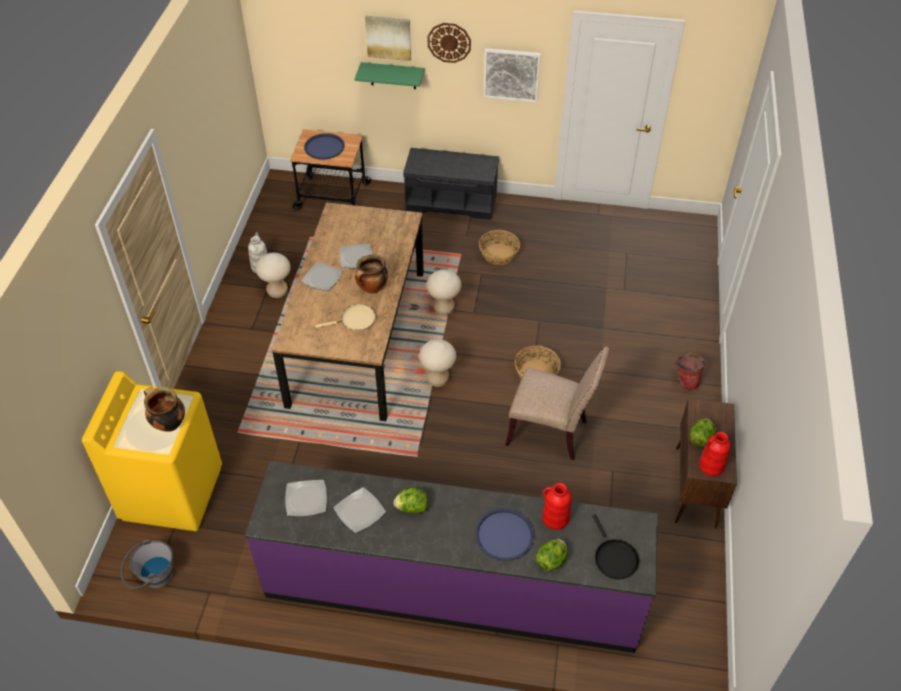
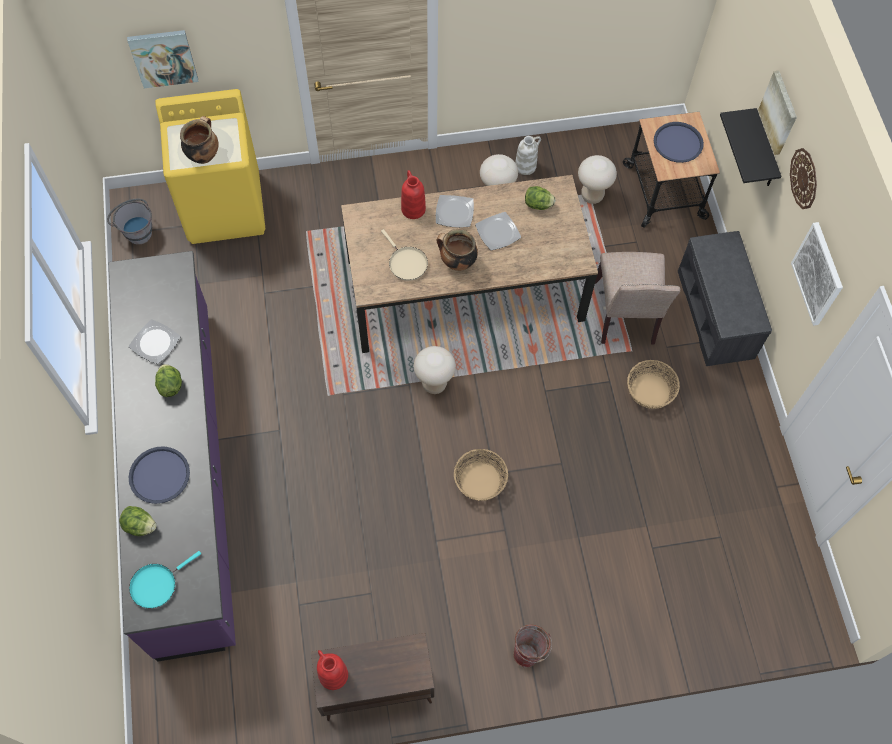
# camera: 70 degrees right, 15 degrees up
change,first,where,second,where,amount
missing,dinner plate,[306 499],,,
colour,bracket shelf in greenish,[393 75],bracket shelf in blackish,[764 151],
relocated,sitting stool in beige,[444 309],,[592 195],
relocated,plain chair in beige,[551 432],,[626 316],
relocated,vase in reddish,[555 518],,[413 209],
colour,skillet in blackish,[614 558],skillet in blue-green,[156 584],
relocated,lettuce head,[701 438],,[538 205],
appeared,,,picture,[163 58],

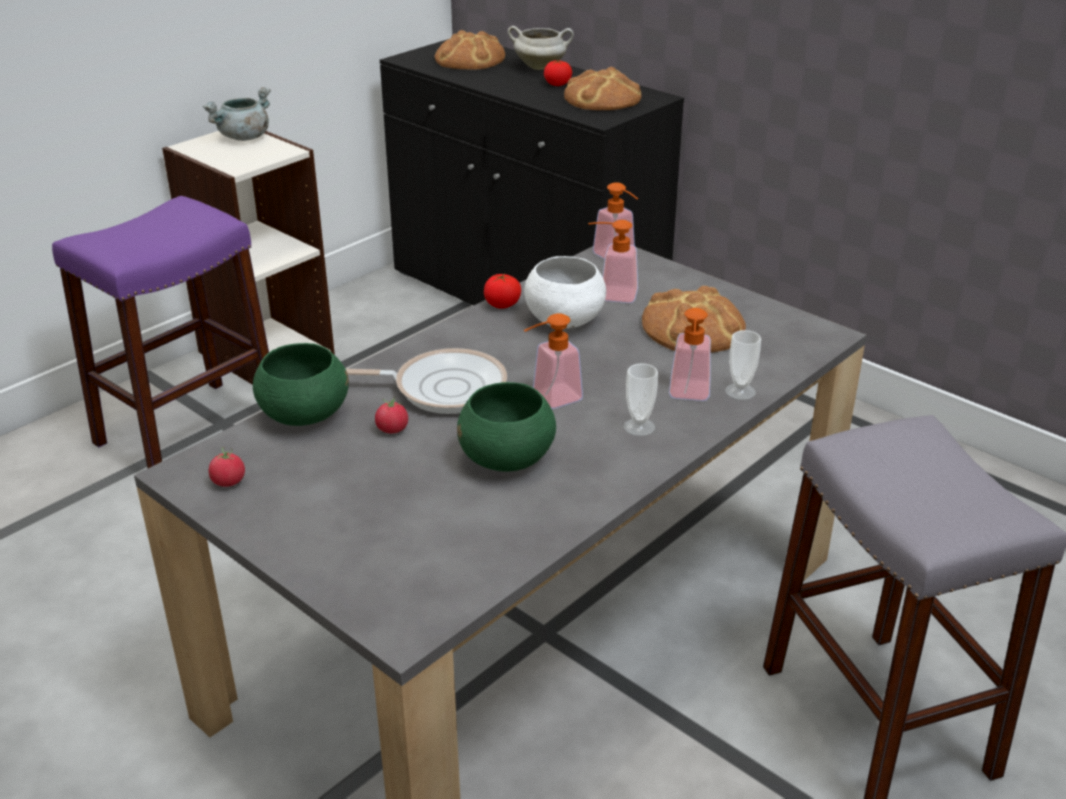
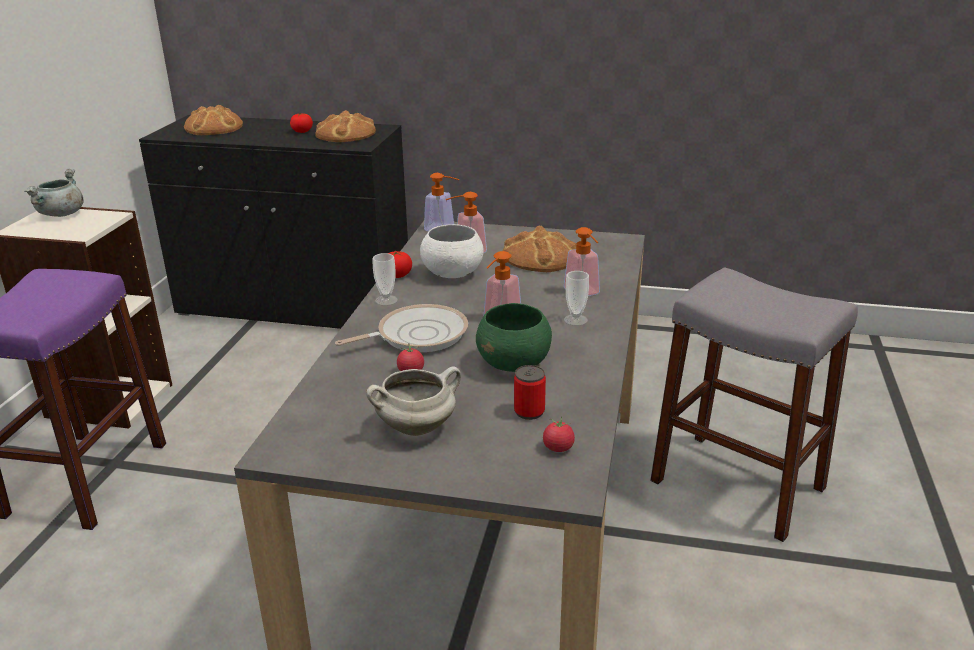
# camera: 30 degrees left, 5 degrees down
change,first,where,second,where,amount
relocated,fresh tomato,[228 482],,[558 448],
missing,serving bowl in greenish,[304 415],,,
relocated,stockpot in white,[541 67],,[417 427],
relocated,cup,[740 391],,[386 300],
appeared,,,can,[529 412],

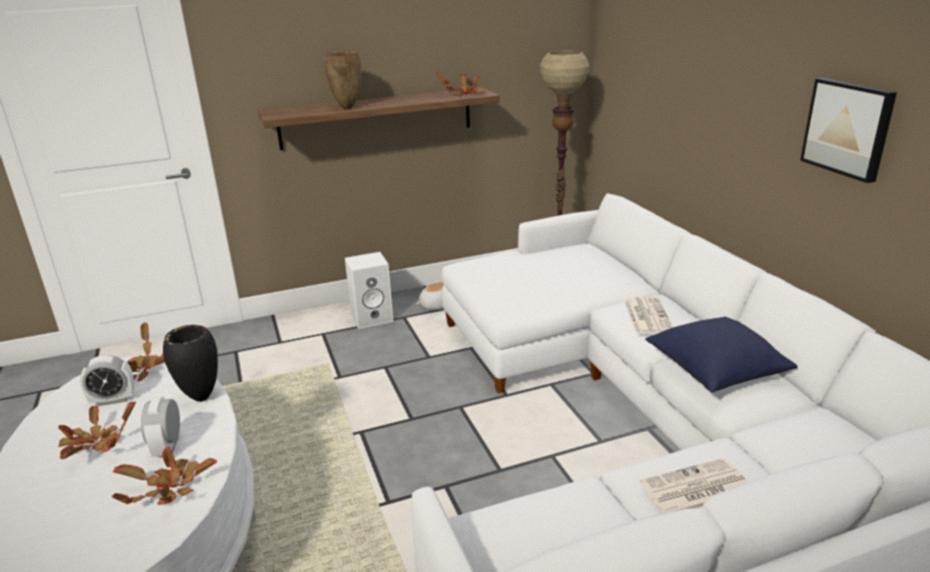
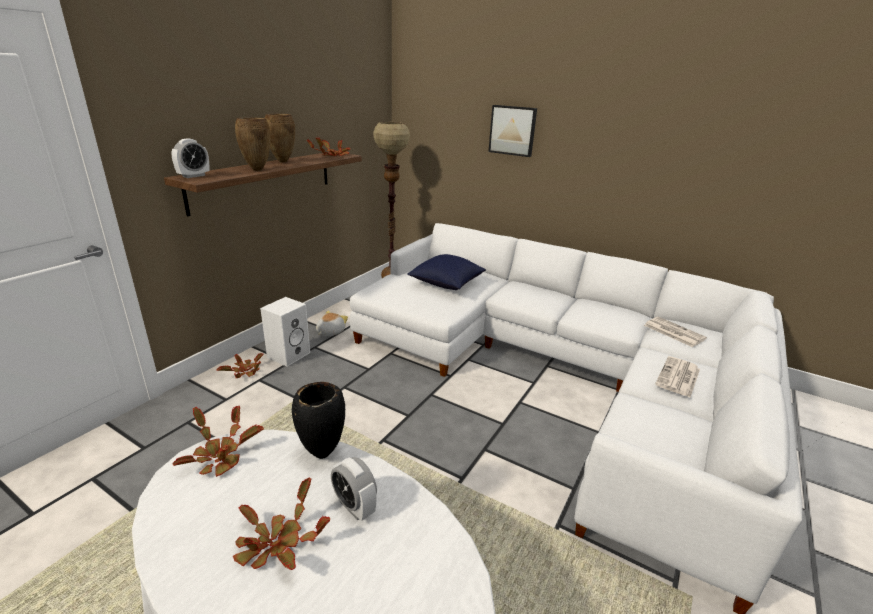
# camera: 40 degrees left, 0 degrees up
change,first,where,second,where,amount
relocated,bedside clock,[113 400],,[193 176],
relocated,houseplant,[169 489],,[245 372],
relocated,printed paper,[647 316],,[673 332],
relocated,pillow in blue-coloured,[715 371],,[446 283],
relocated,picture,[848 128],,[513 130],
appeared,,,vase in brown-coloured,[282 161],

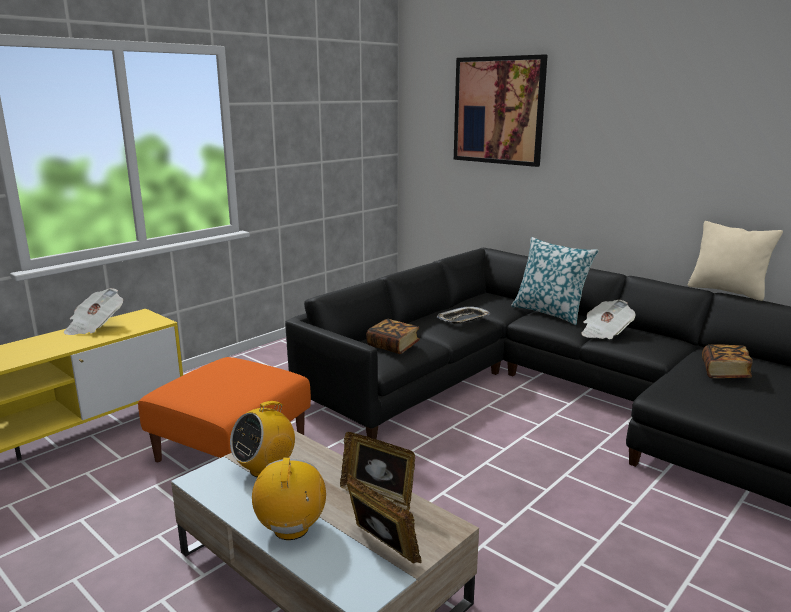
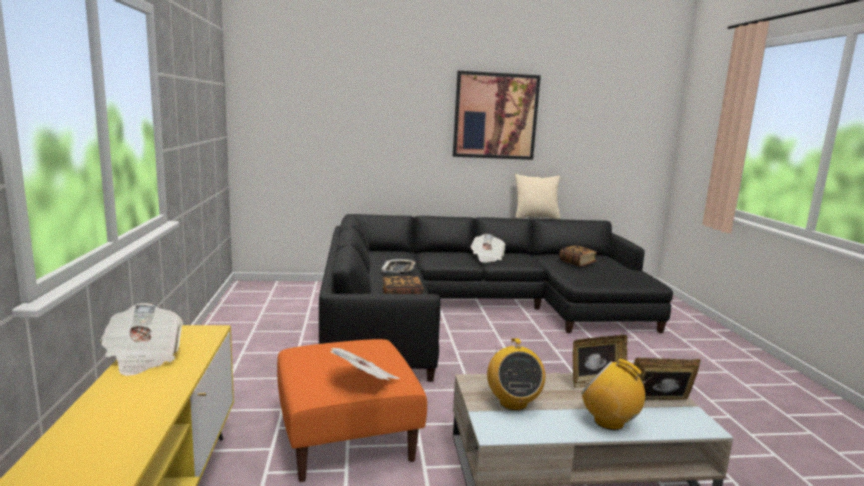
# camera: 50 degrees left, 5 degrees down
change,first,where,second,where,amount
relocated,picture,[498 110],,[495 116],
missing,pillow,[550 312],,,
appeared,,,printed paper,[364 381],

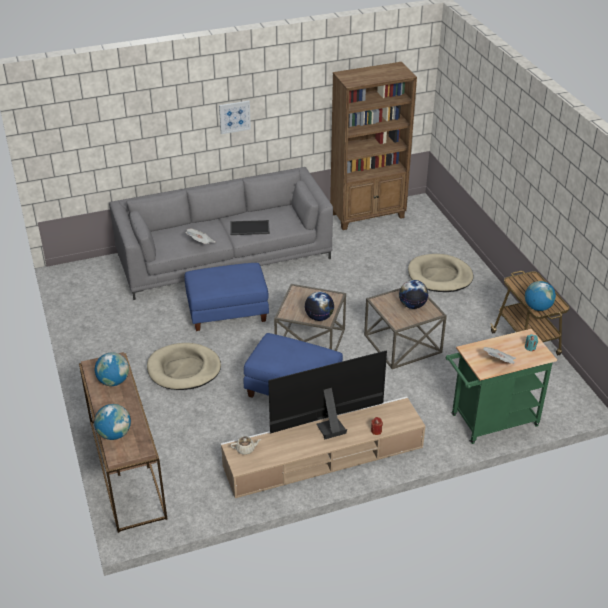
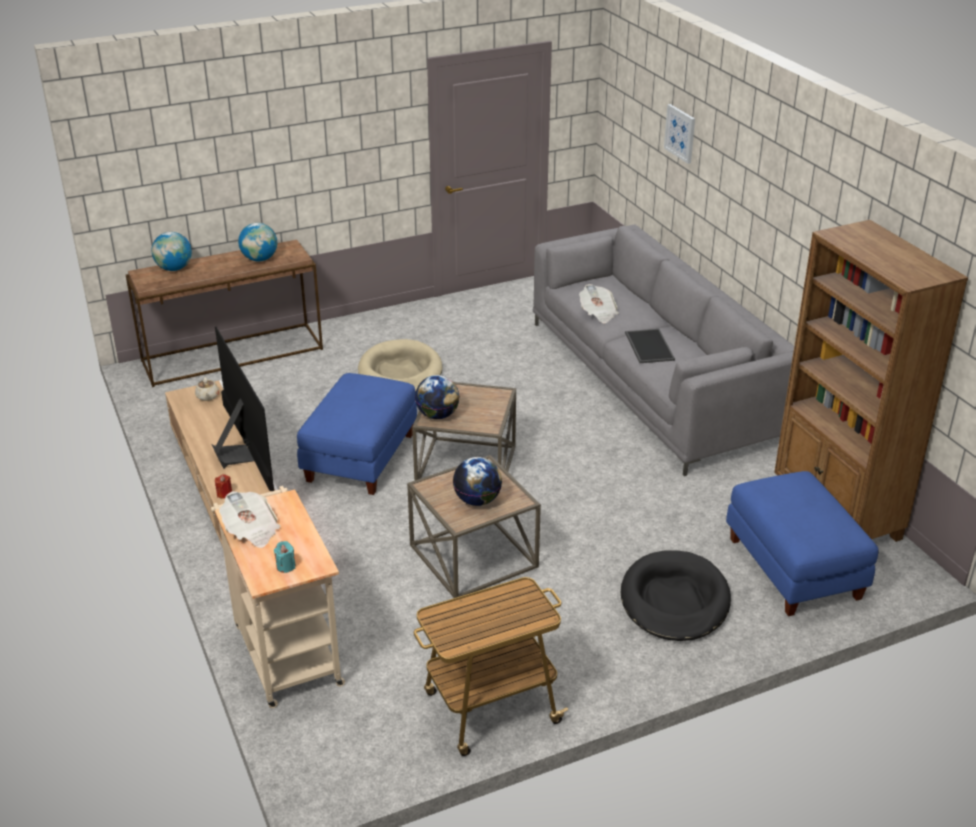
# camera: 85 degrees right, 5 degrees down
change,first,where,second,where,amount
relocated,pouffe in blue-coloured,[228 311],,[795 568],
relocated,picture,[234 116],,[680 133],
colour,pet bed in beige,[439 276],pet bed in blackish,[674 600],
colour,trolley in greenish,[489 422],trolley in beige,[285 650],
missing,globe,[537 307],,,

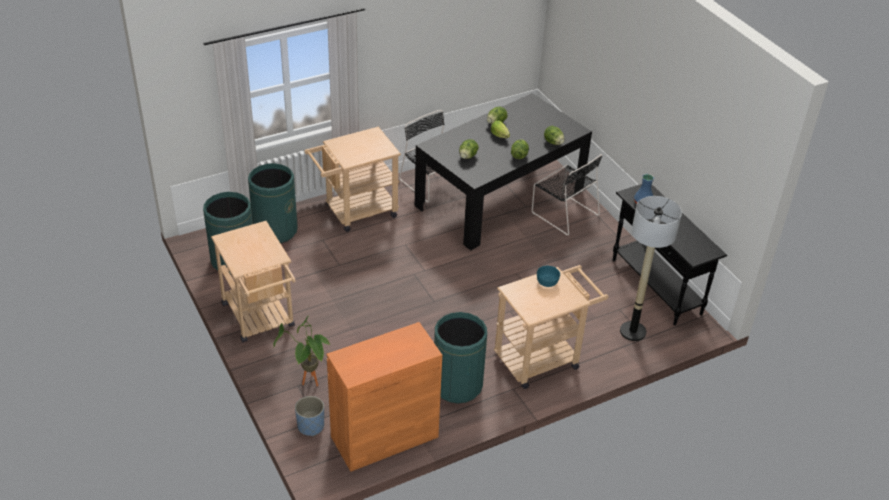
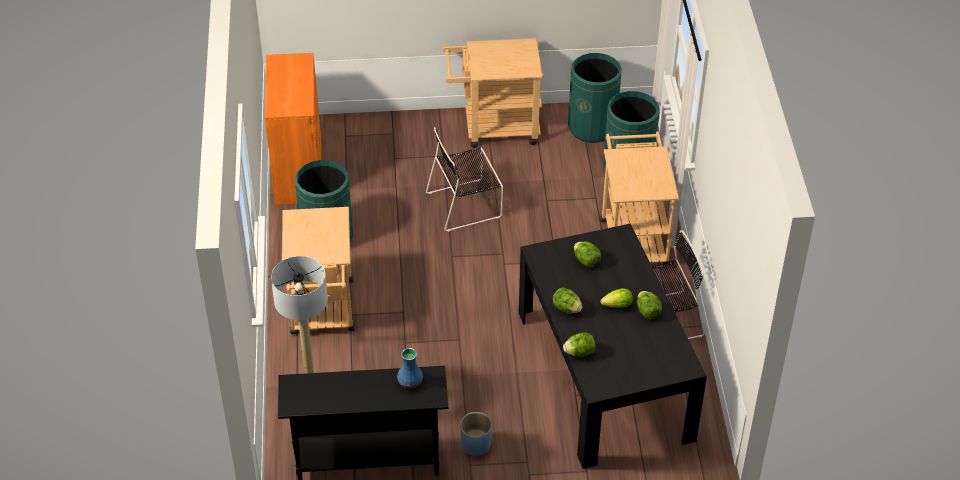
# camera: 115 degrees right, 5 degrees up
change,first,where,second,where,amount
missing,houseplant,[309 385],,,
relocated,plant pot in blue-coloured,[310 426],,[476 444],
relocated,plain chair in blackish,[563 213],,[466 204],
missing,serving bowl in blue-green,[547 281],,,

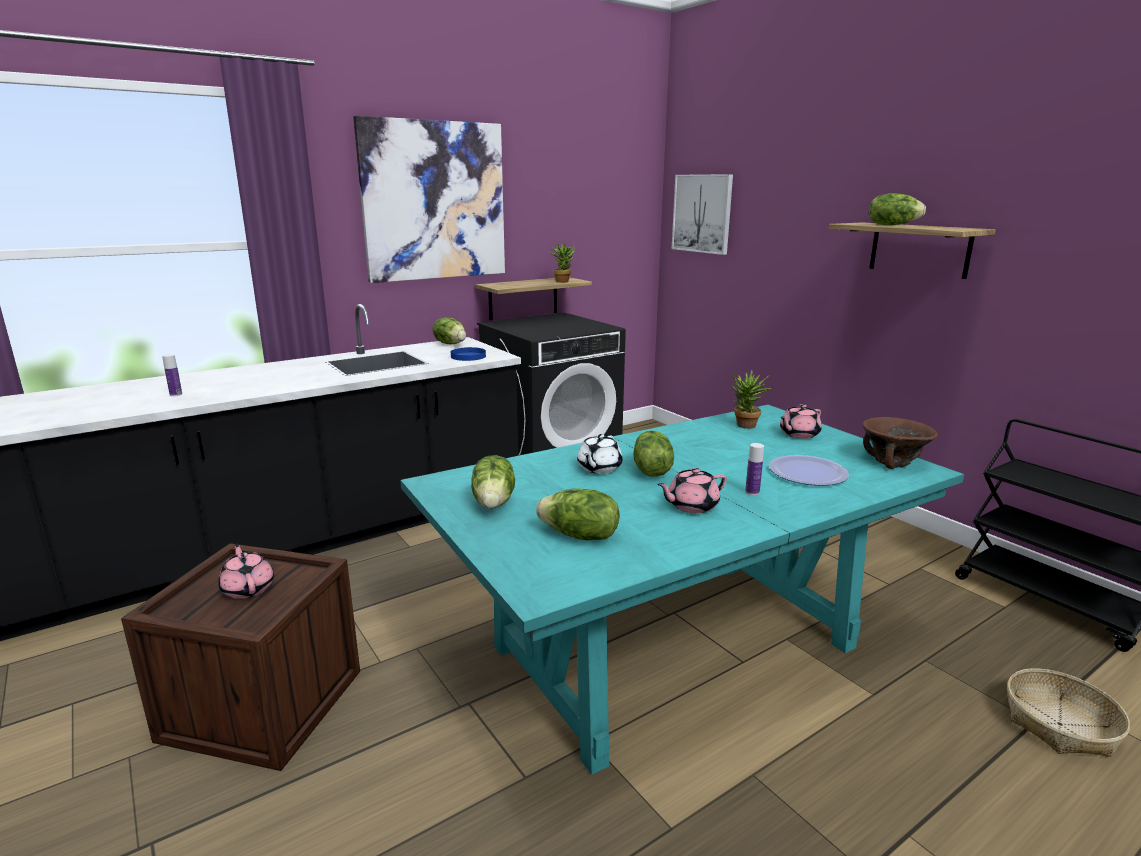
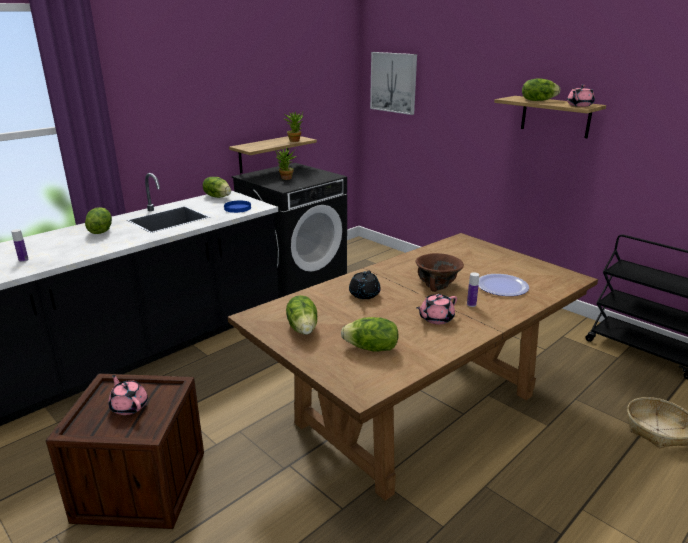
# camera: 10 degrees left, 5 degrees up
change,first,where,second,where,amount
missing,picture,[434 201],,,
colour,dinner table in blue-green,[673 648],dinner table in brown-coloured,[416 410],
colour,tea pot in white,[598 468],tea pot in blackish,[364 295],
relocated,lettuce head,[650 470],,[100 231],
relocated,houseplant,[746 427],,[286 179],
relocated,tea pot in pinkish,[798 434],,[579 105],
relocated,serving bowl in brown-coloured,[893 461],,[437 285],

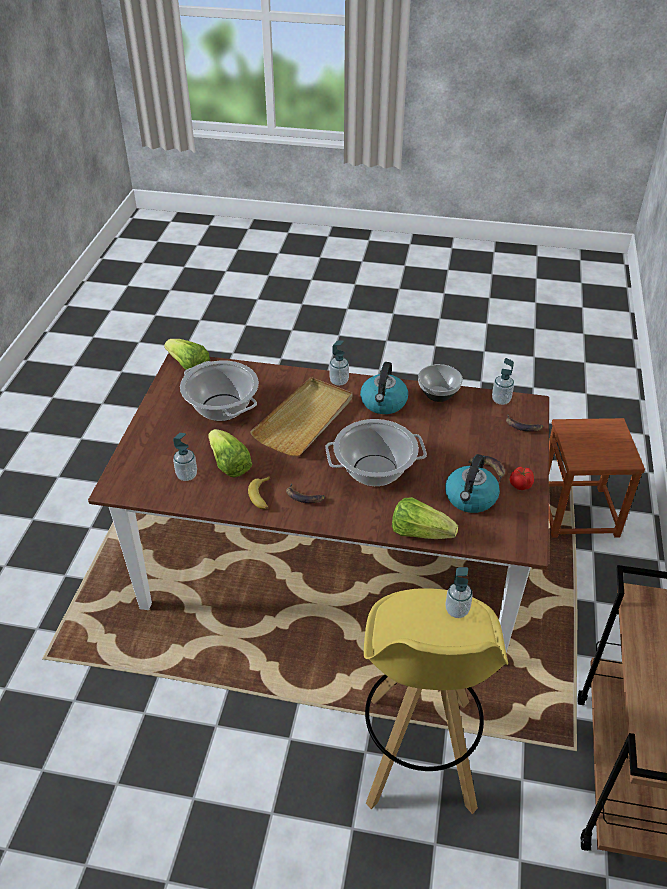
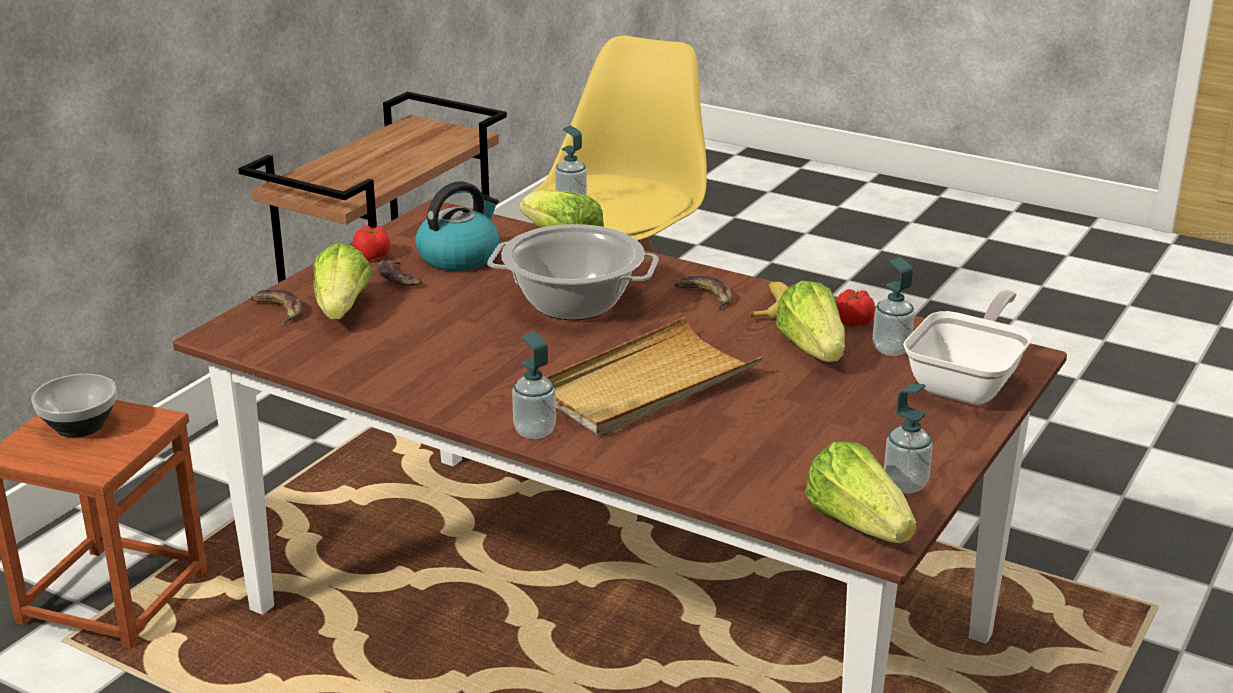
# camera: 160 degrees left, 15 degrees down
change,first,where,second,where,amount
missing,stockpot,[221 408],,,
missing,kettle,[383 403],,,
relocated,serving bowl,[439 394],,[79 426],
relocated,soap dispenser,[501 400],,[905 485],
appeared,,,lettuce head,[342 309],
appeared,,,fresh tomato,[853 322],
appeared,,,skillet,[968 383],

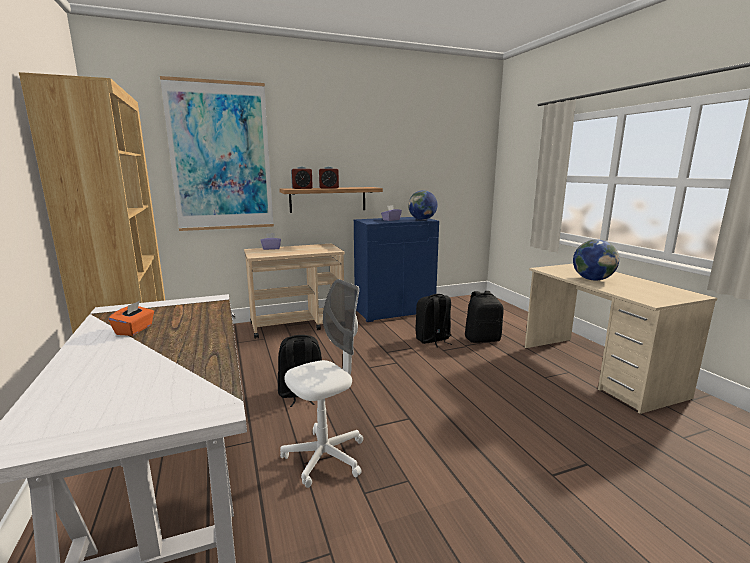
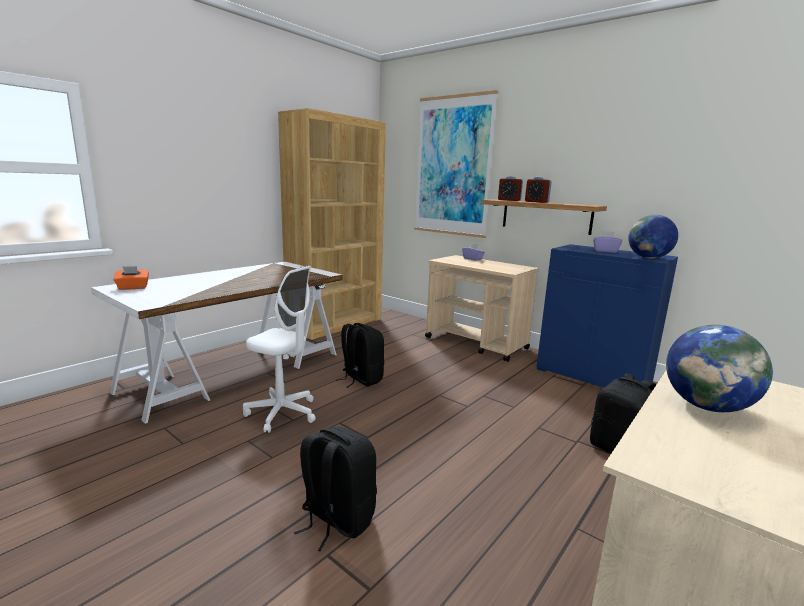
# camera: 60 degrees right, 0 degrees up
change,first,where,second,where,amount
relocated,tissue box in orange-coloured,[135 330],,[133 288],
relocated,rucksack in blackish,[433 340],,[336 520],

